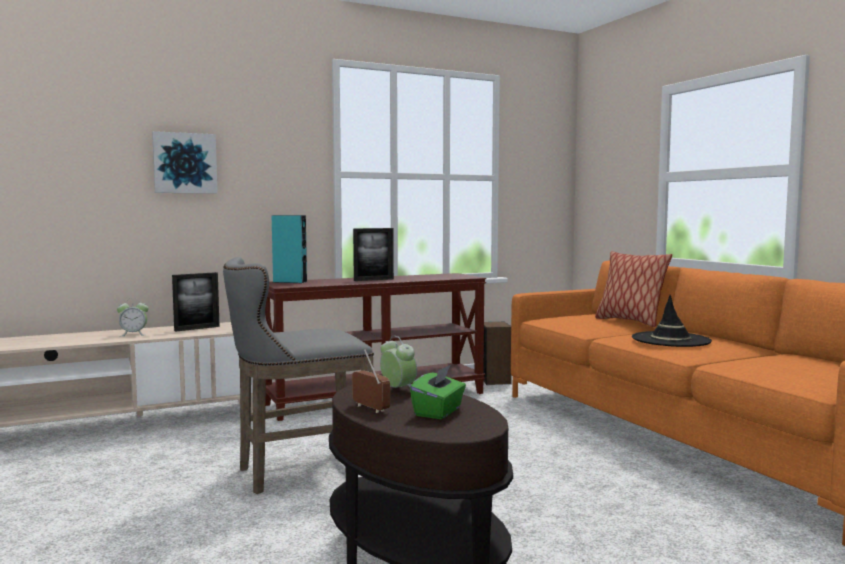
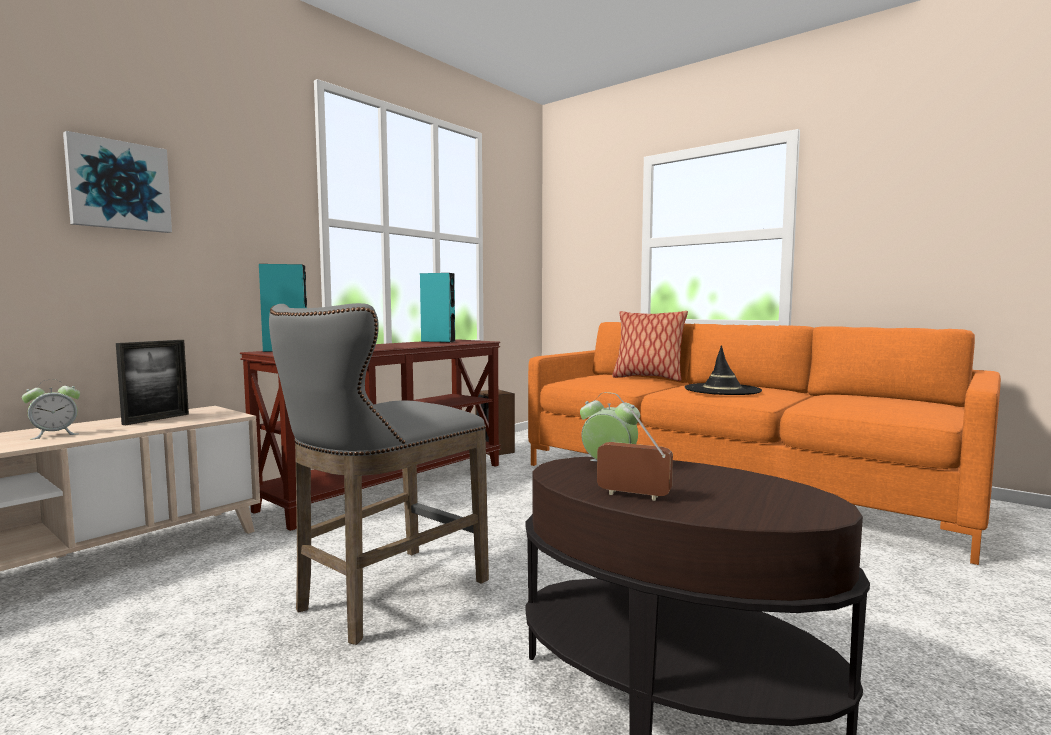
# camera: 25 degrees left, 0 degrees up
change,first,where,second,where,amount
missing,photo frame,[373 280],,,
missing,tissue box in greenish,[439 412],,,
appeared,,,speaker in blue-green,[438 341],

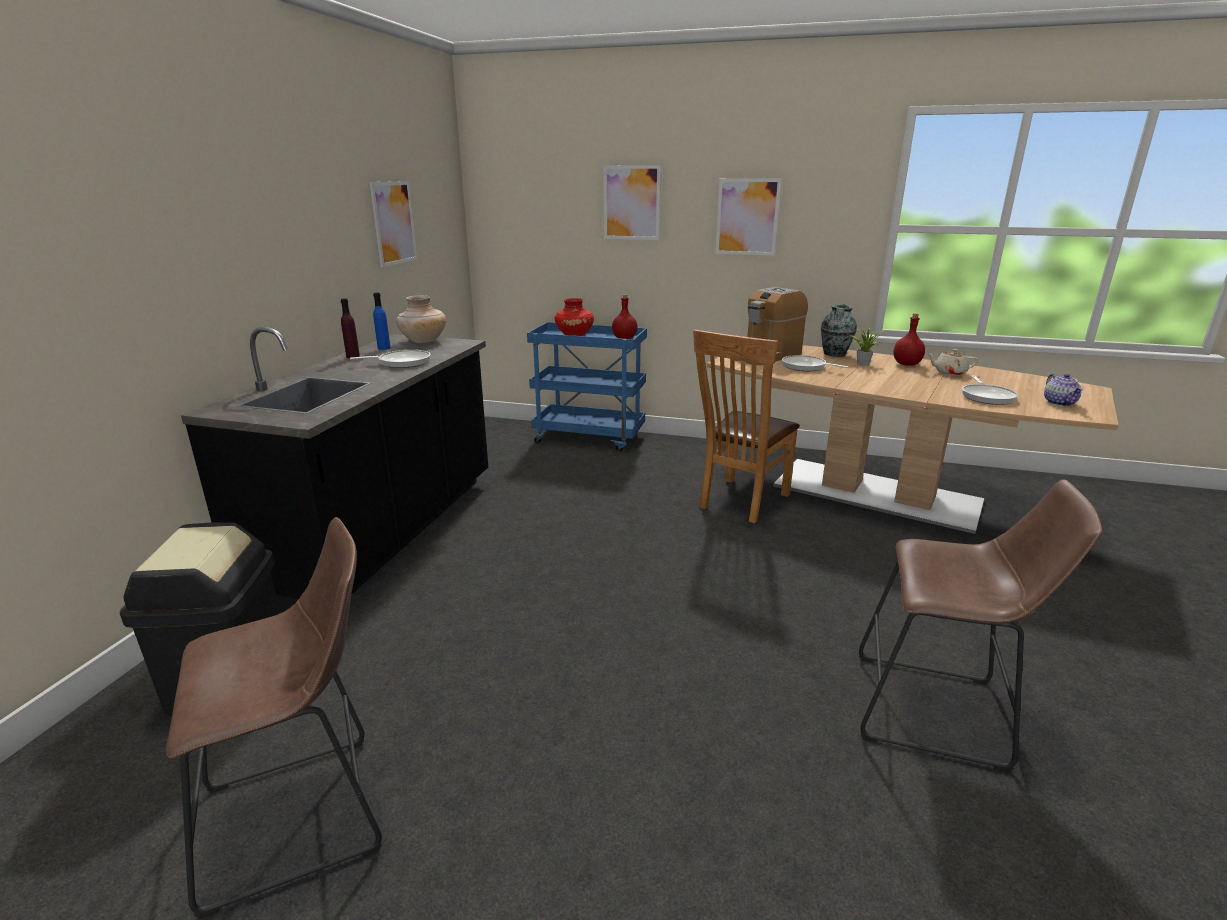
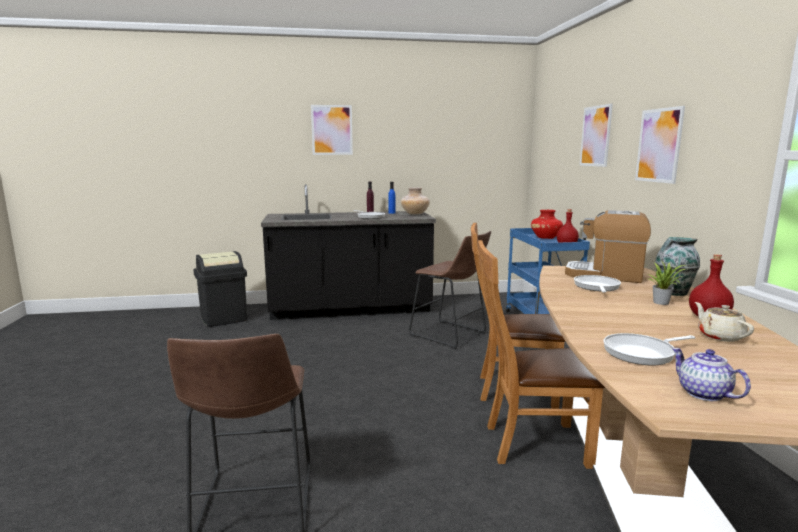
# camera: 65 degrees right, 10 degrees down
change,first,where,second,where,amount
relocated,sitting stool in brown-coloured,[305 815],,[451 335],
relocated,picture,[394 223],,[332 130],
spun,tea pot,[1060 403],,[702 393],90 degrees clockwise
appeared,,,plain chair in brown-coloured,[529 443],

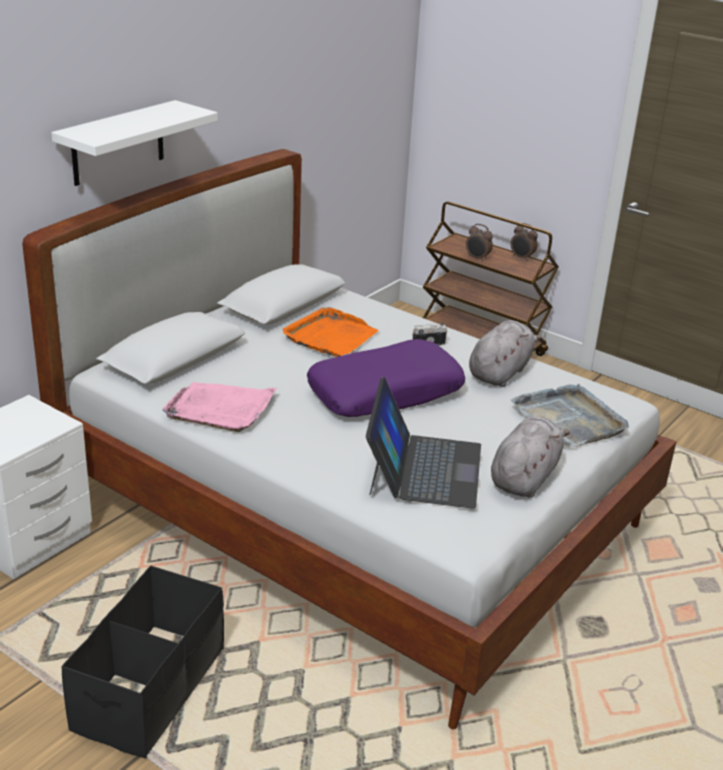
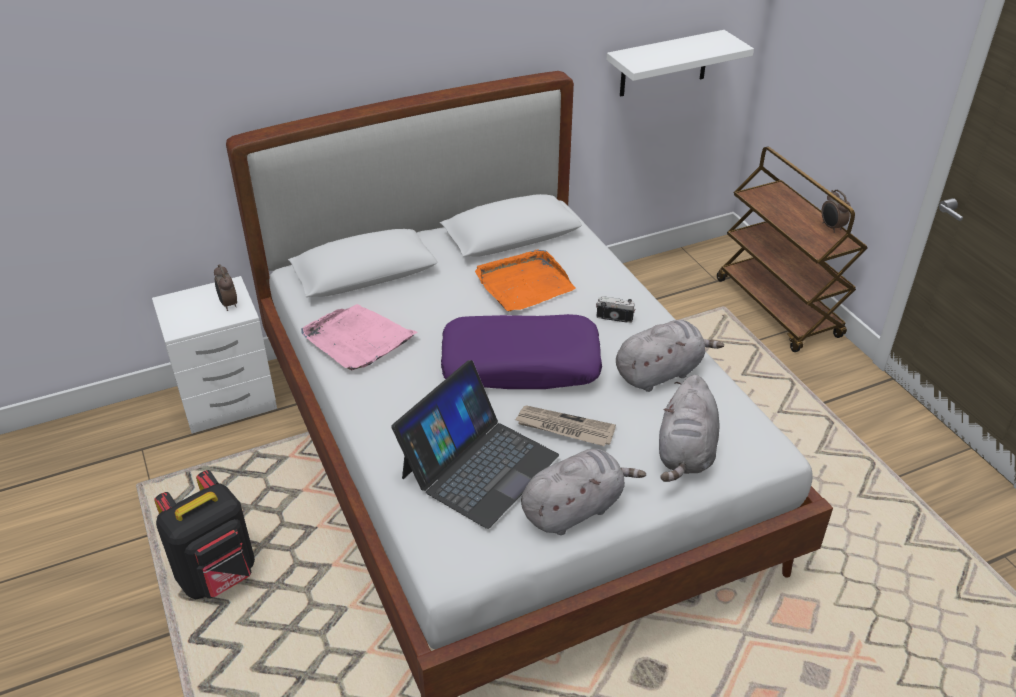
# camera: 30 degrees right, 10 degrees up
change,first,where,second,where,amount
relocated,bracket shelf in white,[118 143],,[664 64],
exchanged,storage container in blackish,[151 688],rucksack in blackish,[218 576],
relocated,bedside clock,[477 258],,[228 304],
exchanged,carrying tray in grey,[570 419],cuddly toy in grey,[685 453],
appeared,,,printed paper,[564 428],

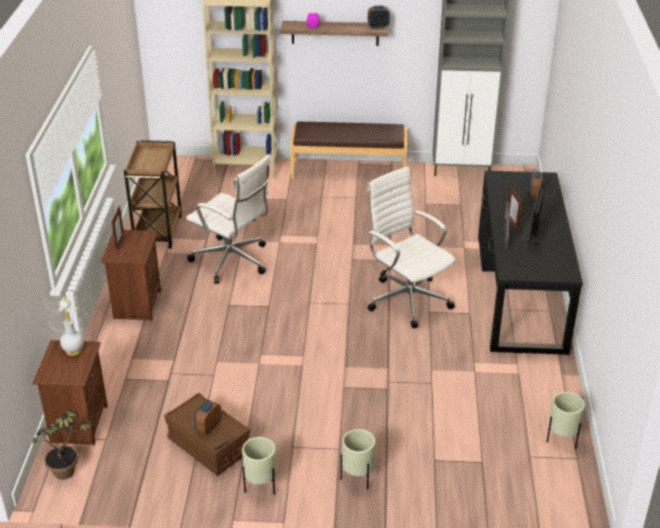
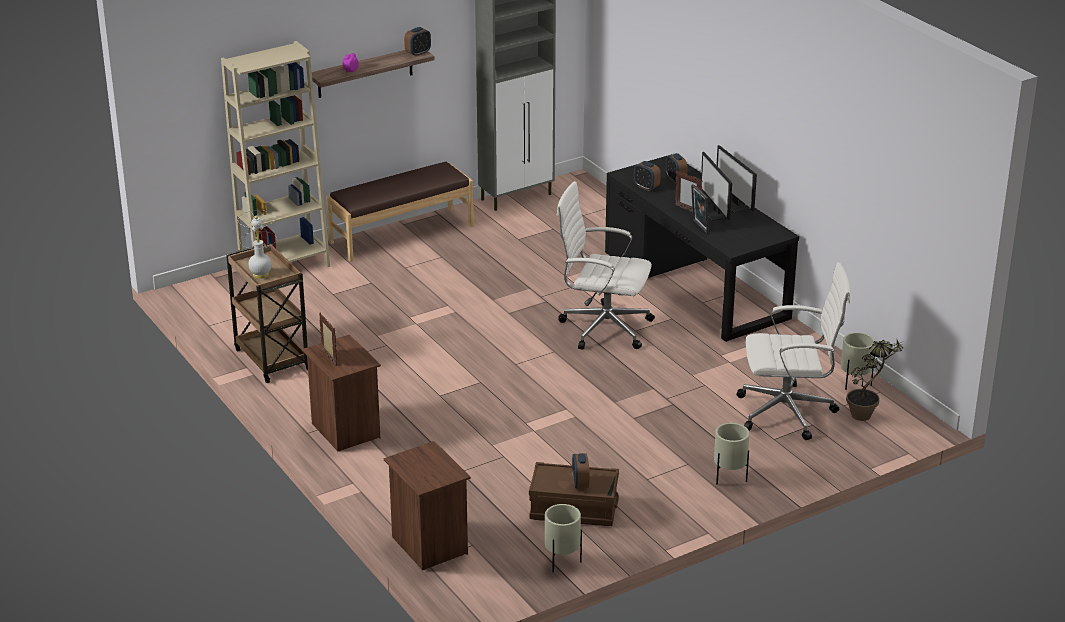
# camera: 35 degrees left, 5 degrees down
change,first,where,second,where,amount
relocated,houseplant,[71 473],,[867 414],
relocated,table lamp in white,[74 350],,[261 274],
relocated,desk chair in white,[233 261],,[789 412],
relocated,plant pot in beige,[260 486],,[562 562],
appeared,,,bedside clock,[646 187],
appeared,,,computer screen,[735 204],

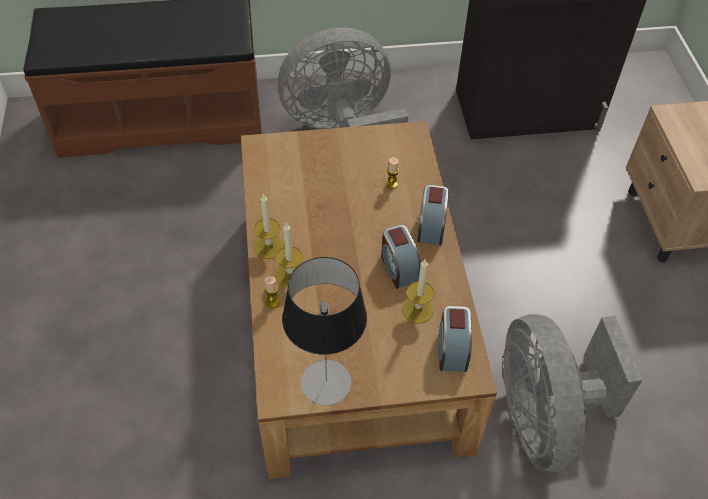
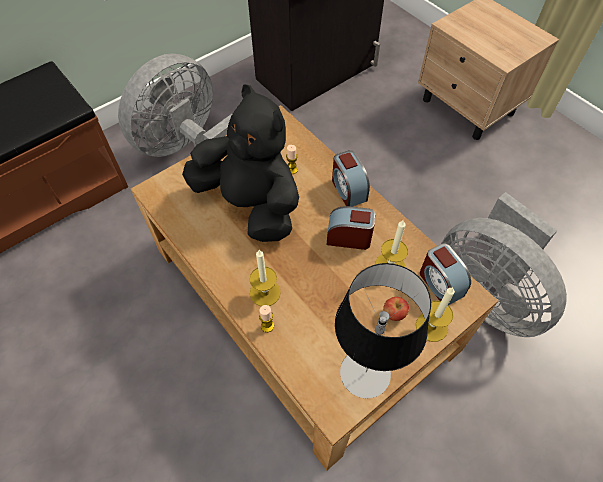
# camera: 30 degrees left, 5 degrees up
change,first,where,second,where,amount
relocated,wax light,[269 247],,[431 326],
spun,bedside clock,[398 267],,[349 237],150 degrees clockwise
appeared,,,cuddly toy in blackish,[251 204],
appeared,,,whole apple,[394 313],

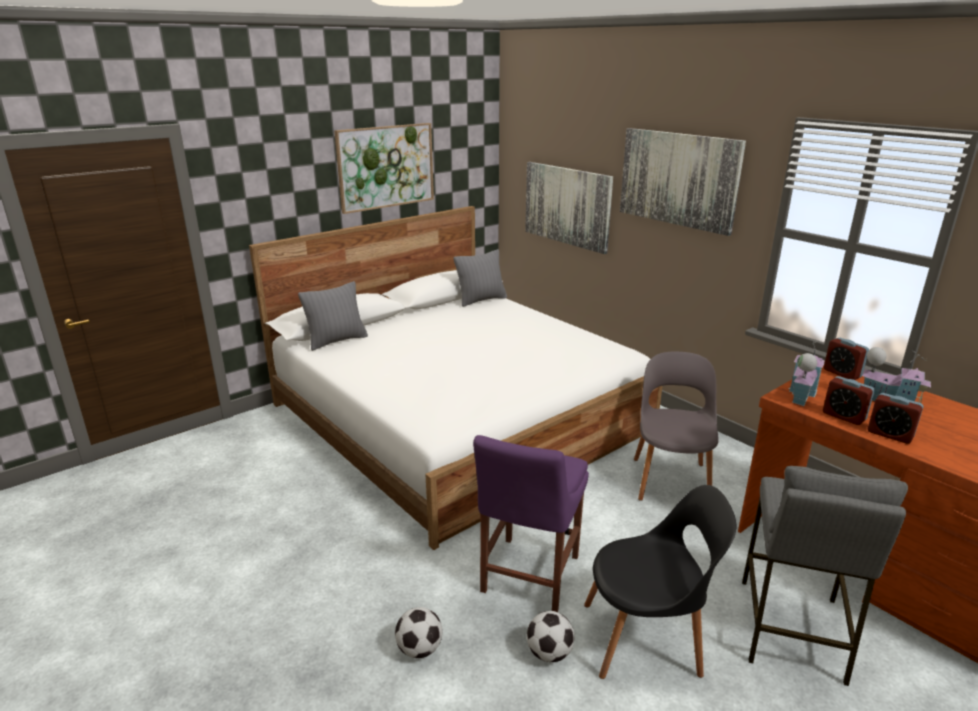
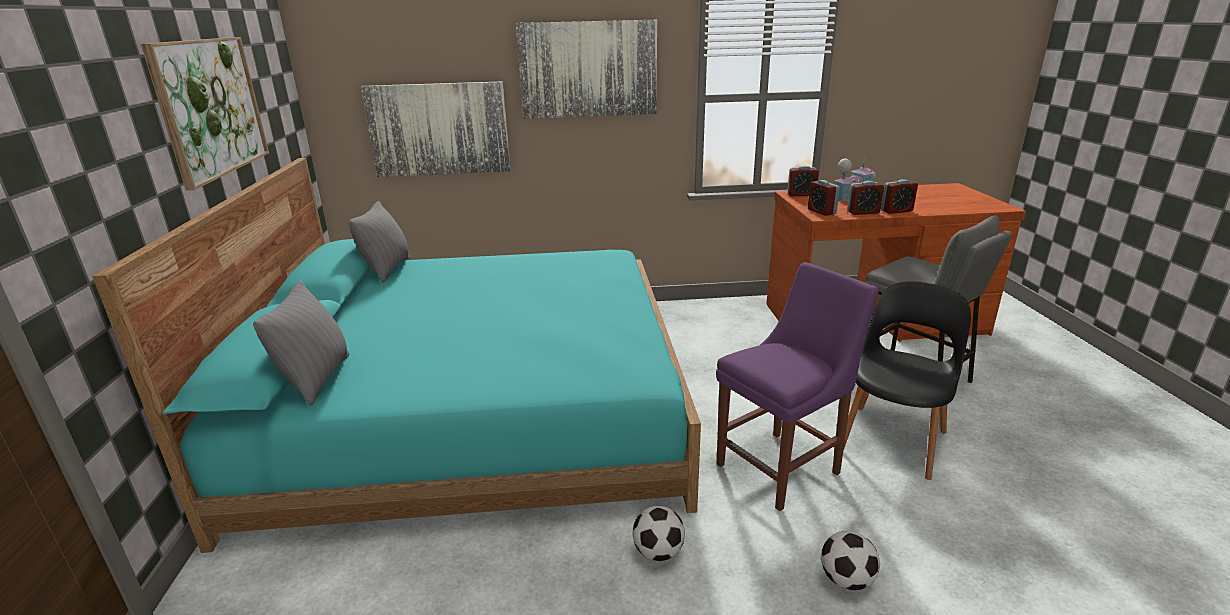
# camera: 55 degrees left, 0 degrees up
change,first,where,second,where,amount
colour,bed in white,[458 417],bed in blue-green,[477 406],
spun,plain chair in purplish,[528 577],,[782 467],90 degrees counterclockwise
relocated,football ball,[549 653],,[658 552],
missing,plain chair in grey,[671 479],,,
exchanged,miniature house,[801 395],bedside clock,[821 211],

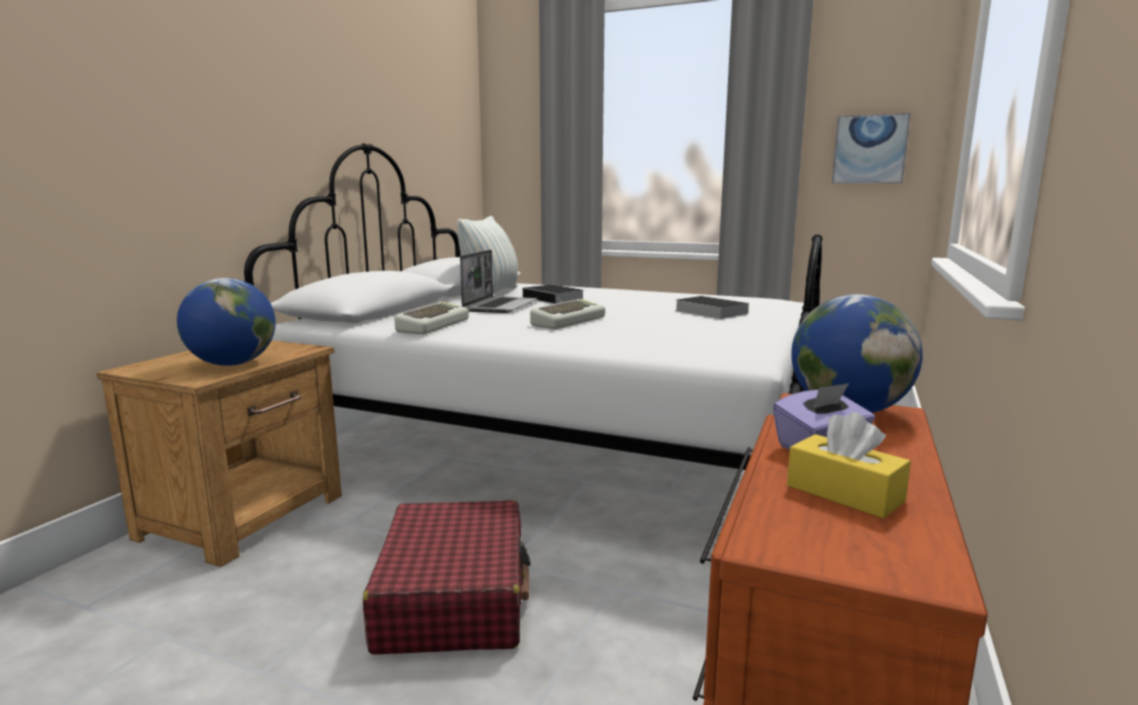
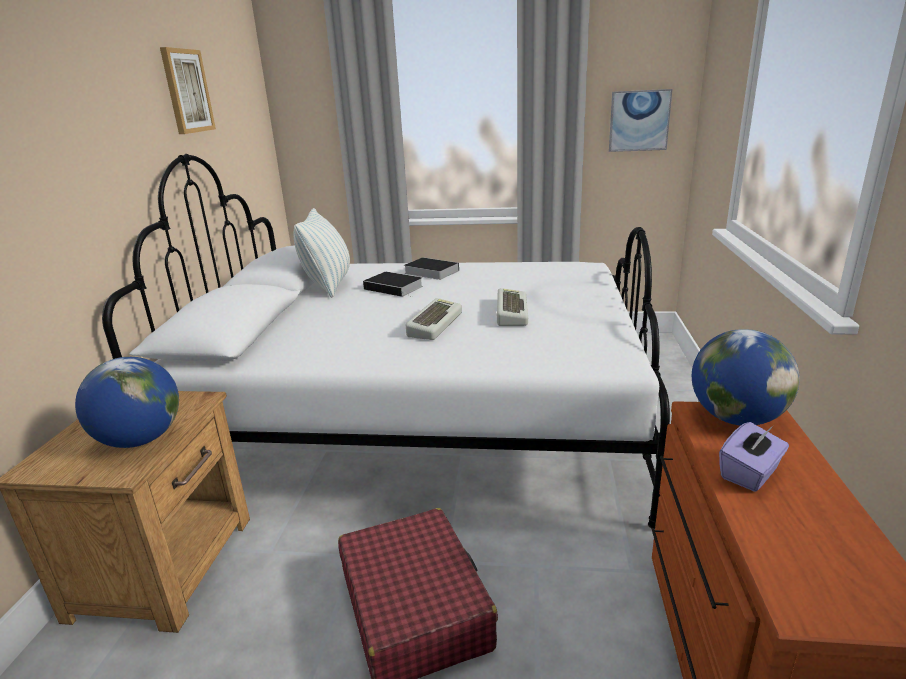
# camera: 15 degrees left, 10 degrees up
change,first,where,second,where,amount
relocated,computer keyboard,[432 325],,[510 312],
missing,portable computer,[500 306],,,
relocated,book,[708 312],,[429 272],
missing,tissue box in yellow-coloured,[844 493],,,
appeared,,,picture,[187 91],

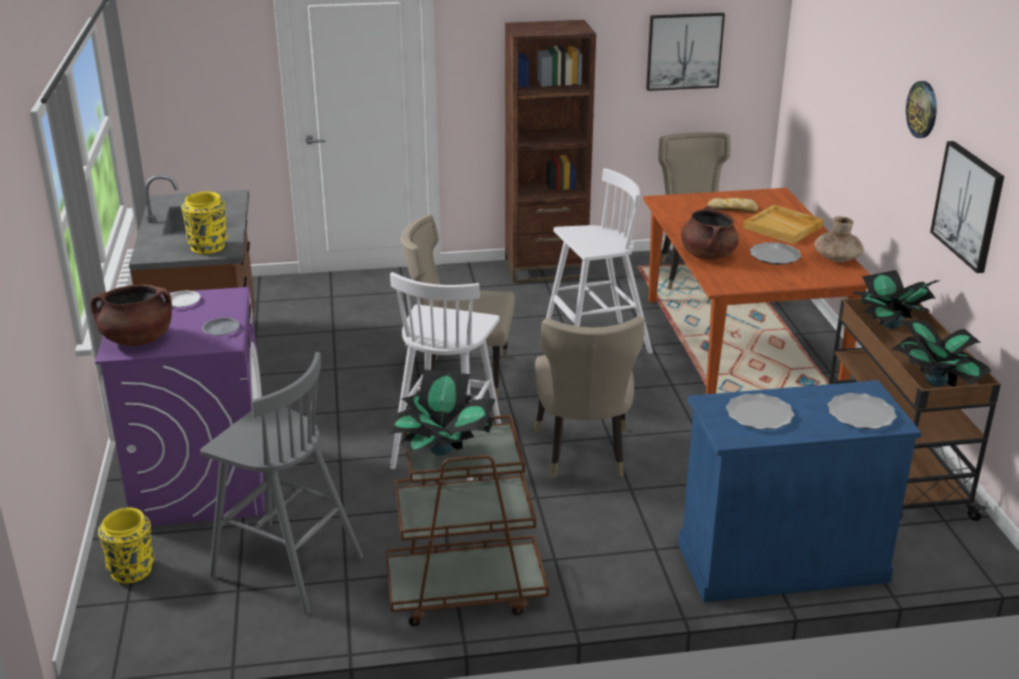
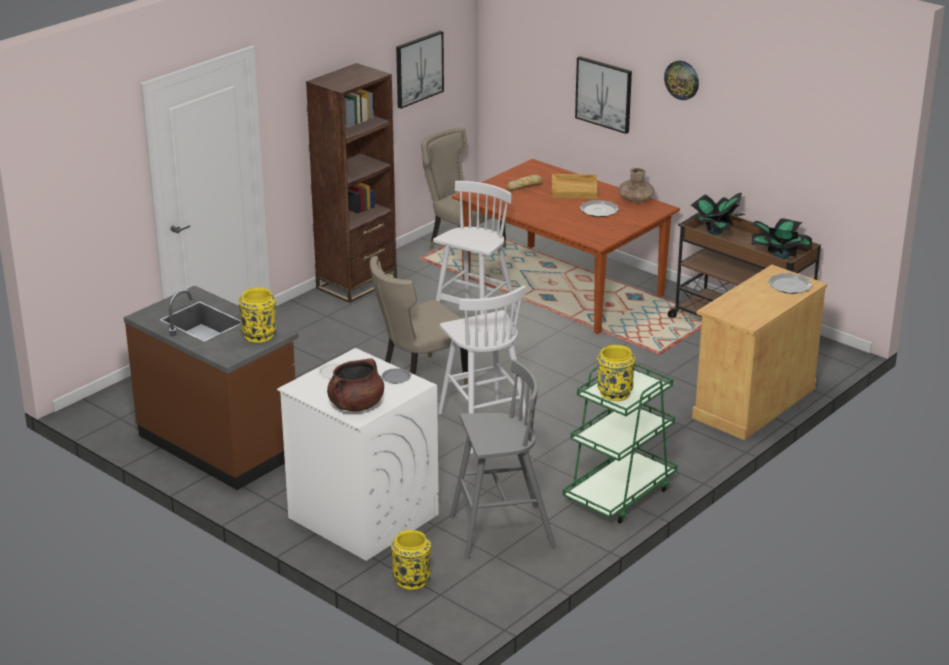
# camera: 40 degrees left, 0 degrees up
change,first,where,second,where,amount
colour,washing machine in purplish,[202 481],washing machine in white,[362 515],
colour,trolley in brown-coloured,[465 590],trolley in greenish,[619 493],
exchanged,houseplant,[442 450],vase in yellow-coloured,[614 393],
missing,plain chair in beige,[583 455],,,
colour,cupboard in blue-coloured,[781 562],cupboard in beige,[753 403],
missing,stockpot in brown-coloured,[707 255],,,
missing,dinner plate,[759 414],,,
relocated,picture,[968 205],,[604 94],

